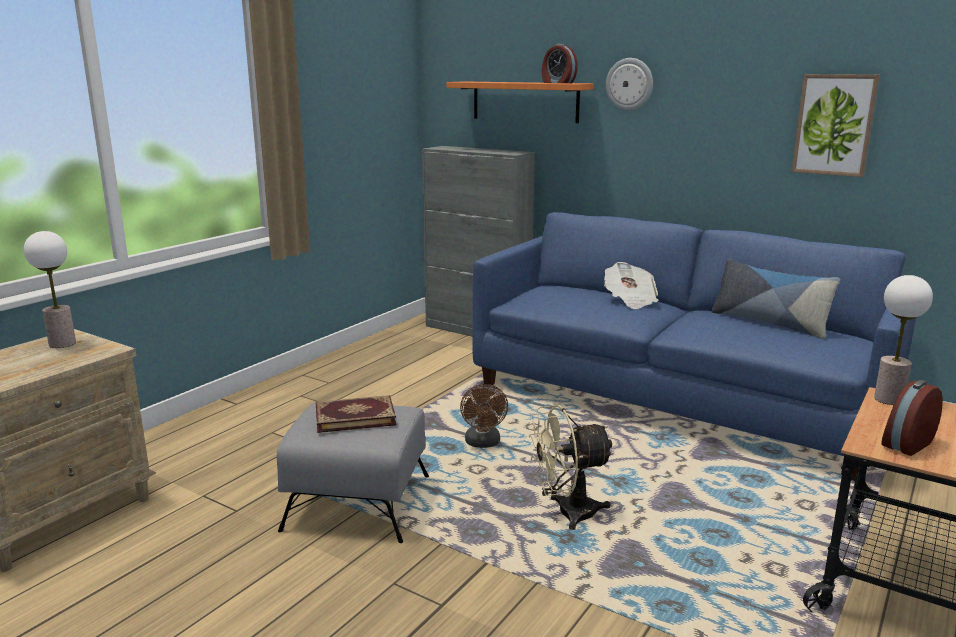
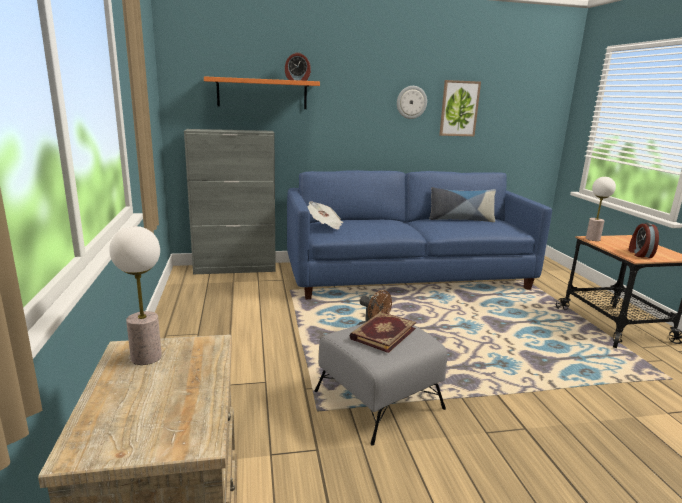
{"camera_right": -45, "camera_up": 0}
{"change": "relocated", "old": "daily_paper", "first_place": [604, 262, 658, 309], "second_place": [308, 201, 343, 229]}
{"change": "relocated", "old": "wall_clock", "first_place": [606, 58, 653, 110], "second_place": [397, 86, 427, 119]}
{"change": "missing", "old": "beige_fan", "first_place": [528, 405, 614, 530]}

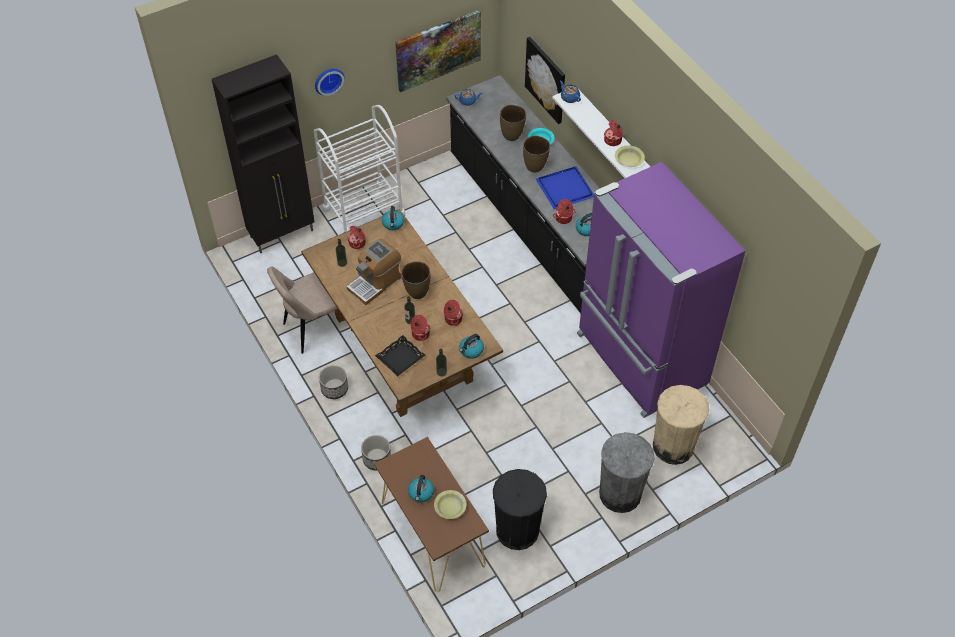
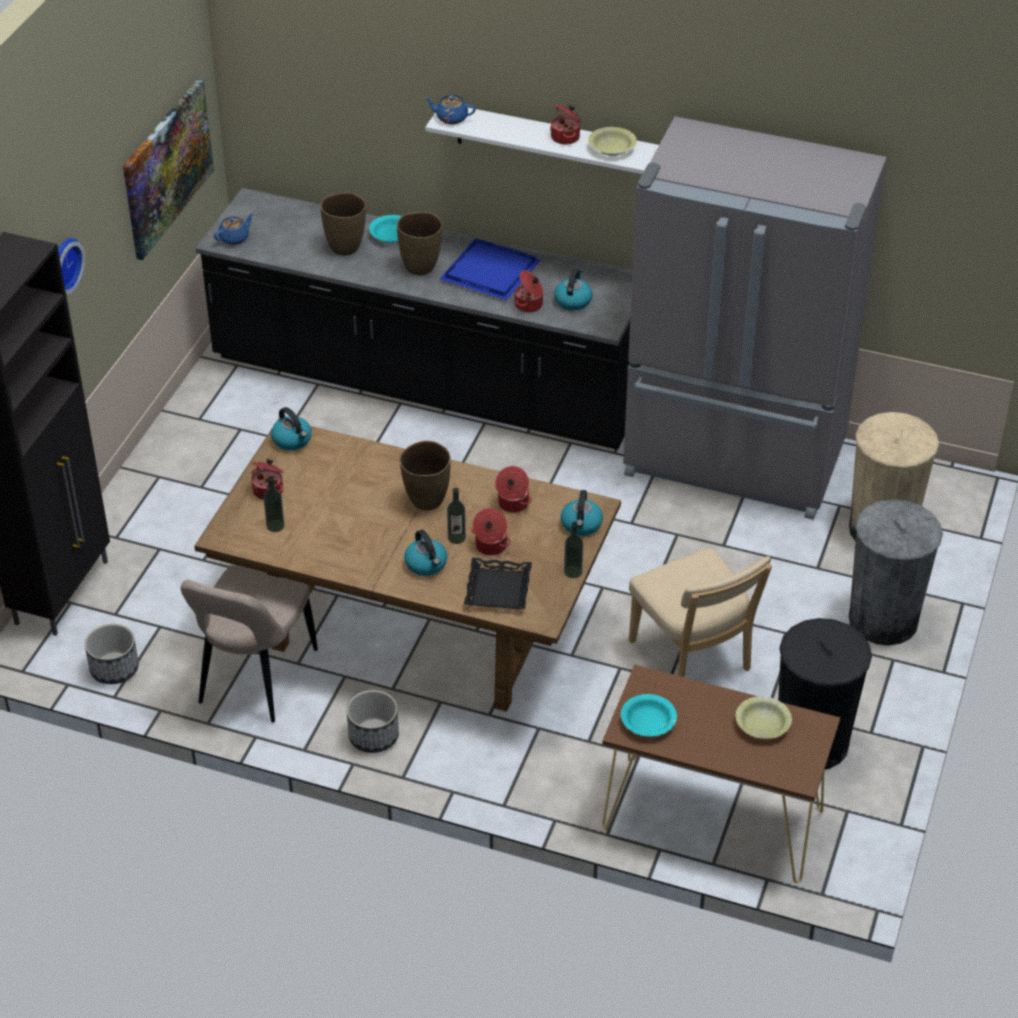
{"camera_right": -40, "camera_up": -10}
{"change": "relocated", "old": "plant_pot", "first_place": [361, 435, 391, 470], "second_place": [85, 624, 139, 684]}
{"change": "relocated", "old": "tea_kettle", "first_place": [408, 475, 434, 502], "second_place": [404, 530, 447, 576]}
{"change": "appeared", "new": "turquoise_bowl", "second_place": [621, 694, 677, 736]}
{"change": "colour", "old": "purplish_kitchen_fridge", "new": "greyish_kitchen_fridge", "first_place": [577, 162, 745, 418], "second_place": [623, 116, 887, 520]}
{"change": "appeared", "new": "beige_chair", "second_place": [629, 548, 772, 677]}
{"change": "missing", "old": "whitish_trolley", "first_place": [314, 105, 405, 233]}
{"change": "missing", "old": "coffee_maker", "first_place": [347, 238, 401, 305]}
{"change": "missing", "old": "picture", "first_place": [525, 37, 565, 124]}

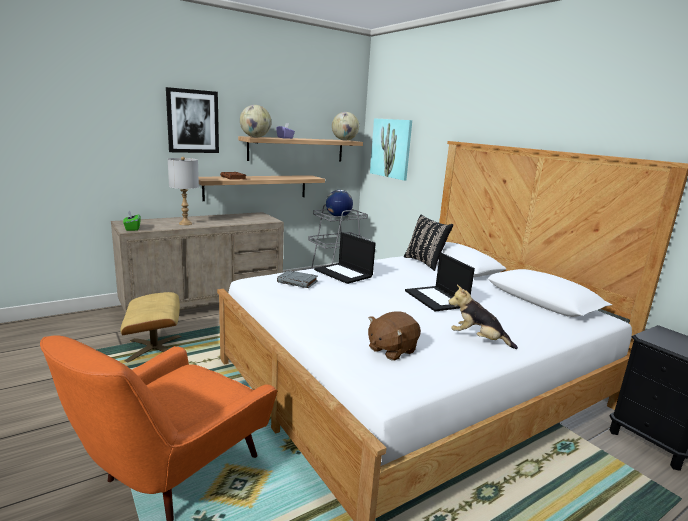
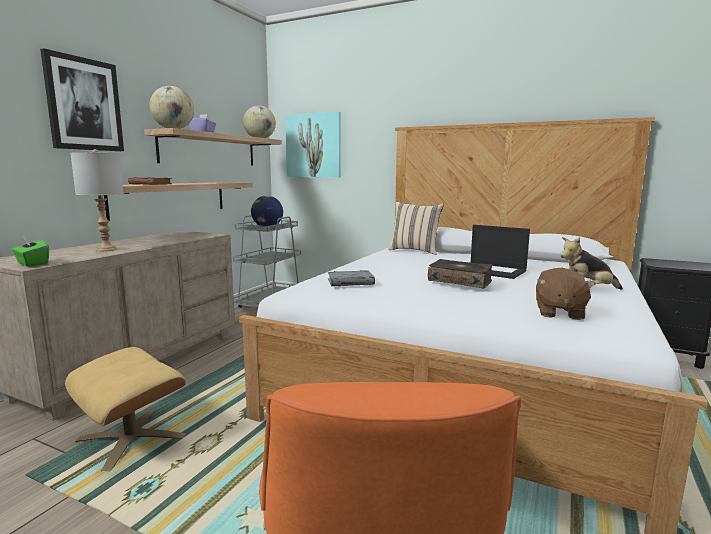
{"camera_right": -30, "camera_up": -5}
{"change": "colour", "old": "black-coloured_pillow", "new": "beige_pillow", "first_place": [404, 215, 453, 271], "second_place": [388, 202, 444, 255]}
{"change": "appeared", "new": "bound_book", "second_place": [428, 259, 493, 289]}
{"change": "missing", "old": "laptop", "first_place": [314, 232, 376, 284]}

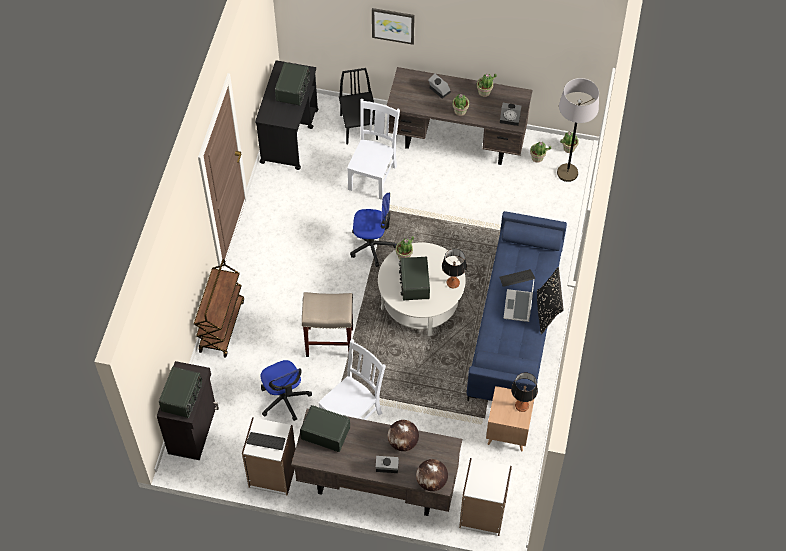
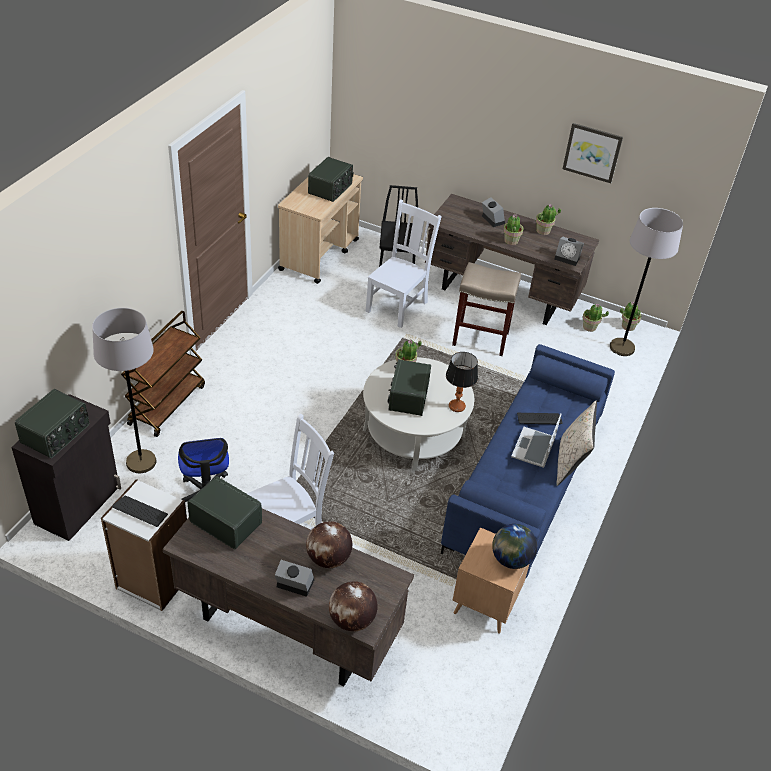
{"camera_right": 10, "camera_up": -15}
{"change": "appeared", "new": "greyish_floor_lamp", "second_place": [92, 308, 157, 473]}
{"change": "colour", "old": "black-coloured_trolley", "new": "beige_trolley", "first_place": [255, 60, 318, 170], "second_place": [278, 174, 363, 284]}
{"change": "relocated", "old": "beige_stool_seat", "first_place": [302, 292, 353, 357], "second_place": [452, 262, 521, 356]}
{"change": "exchanged", "old": "tabletop_lamp", "new": "world_globe", "first_place": [511, 373, 538, 412], "second_place": [492, 524, 537, 569]}
{"change": "colour", "old": "black-coloured_pillow", "new": "beige_pillow", "first_place": [537, 267, 564, 335], "second_place": [556, 401, 597, 486]}
{"change": "relocated", "old": "picture", "first_place": [372, 8, 414, 45], "second_place": [563, 123, 623, 183]}
{"change": "missing", "old": "desk_chair", "first_place": [350, 193, 397, 267]}
{"change": "missing", "old": "whitish_shelving_unit", "first_place": [459, 458, 512, 536]}

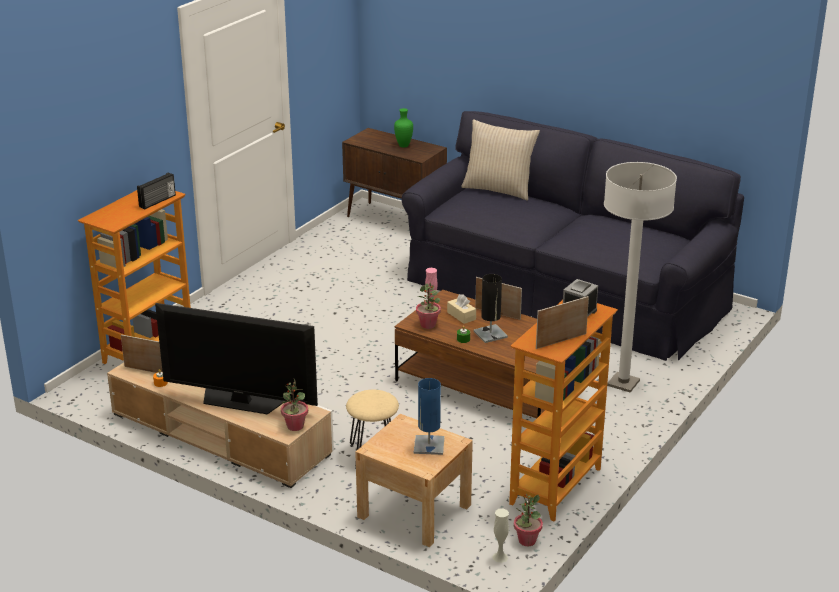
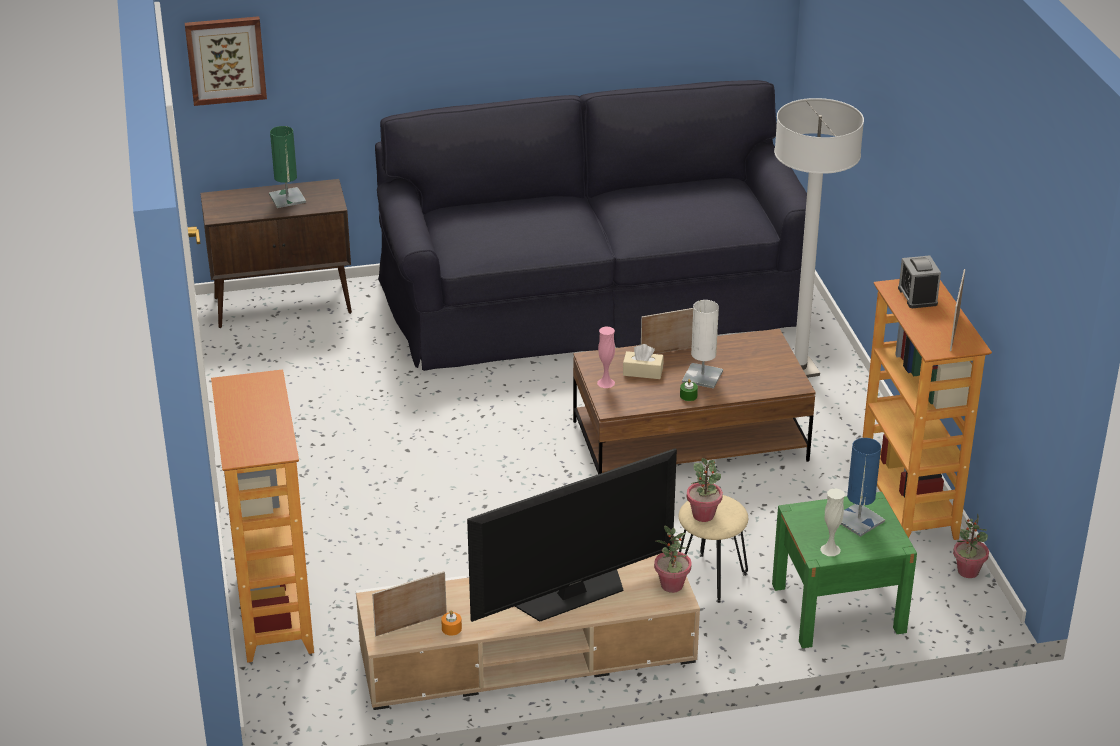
{"camera_right": -45, "camera_up": 5}
{"change": "appeared", "new": "picture", "second_place": [185, 16, 267, 106]}
{"change": "exchanged", "old": "green_flower_vase", "new": "green_tabletop_lamp", "first_place": [394, 108, 413, 148], "second_place": [269, 126, 306, 208]}
{"change": "colour", "old": "black-coloured_tabletop_lamp", "new": "whitish_tabletop_lamp", "first_place": [473, 274, 508, 343], "second_place": [682, 300, 723, 389]}
{"change": "relocated", "old": "plant_in_a_pot", "first_place": [416, 283, 441, 329], "second_place": [687, 458, 723, 522]}
{"change": "colour", "old": "beige_night_table", "new": "green_night_table", "first_place": [355, 414, 473, 547], "second_place": [772, 492, 917, 648]}
{"change": "relocated", "old": "whitish_flower_vase", "first_place": [492, 509, 509, 563], "second_place": [820, 488, 845, 556]}
{"change": "missing", "old": "radio_receiver", "first_place": [137, 173, 176, 209]}
{"change": "missing", "old": "beige_pillow", "first_place": [461, 120, 540, 200]}

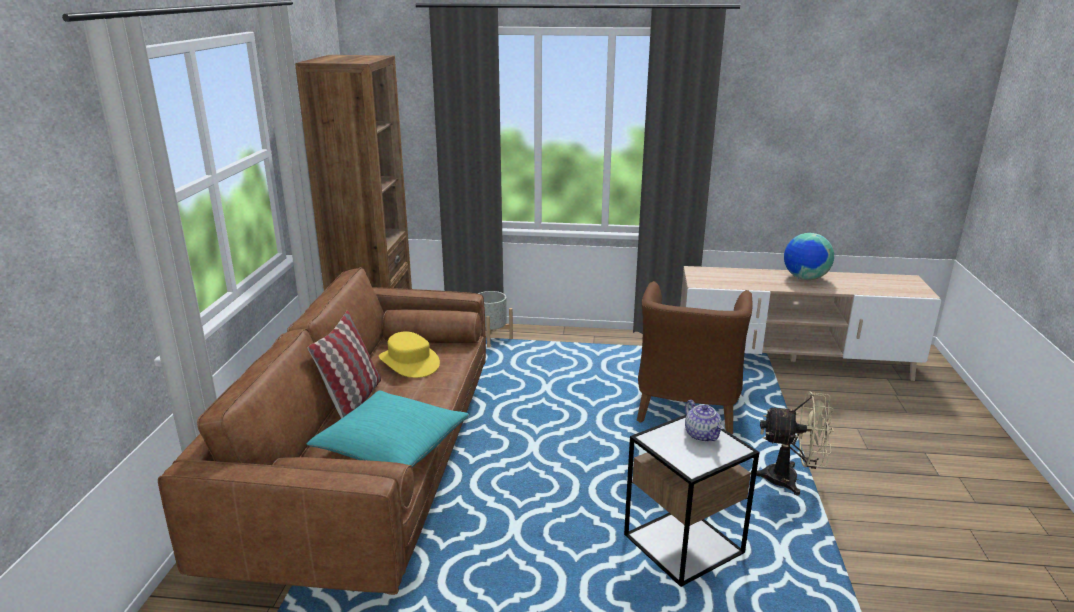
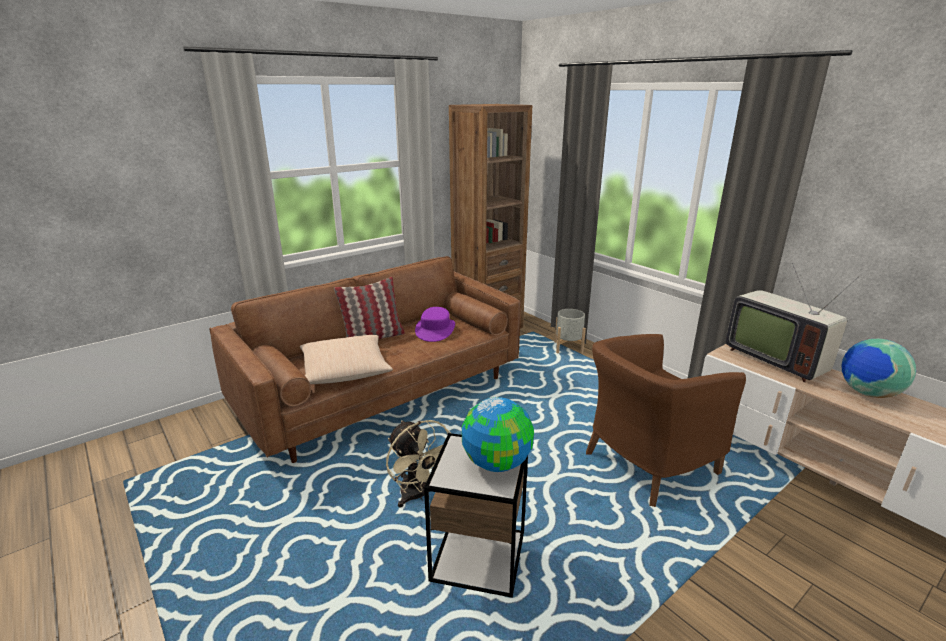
{"camera_right": 45, "camera_up": 0}
{"change": "colour", "old": "turquoise_pillow", "new": "beige_pillow", "first_place": [306, 390, 469, 467], "second_place": [300, 335, 393, 384]}
{"change": "relocated", "old": "beige_fan", "first_place": [751, 391, 834, 495], "second_place": [386, 420, 451, 508]}
{"change": "colour", "old": "yellow-coloured_hat", "new": "purplish_hat", "first_place": [379, 331, 440, 378], "second_place": [415, 307, 455, 342]}
{"change": "exchanged", "old": "teapot", "new": "world_globe", "first_place": [685, 400, 724, 442], "second_place": [462, 397, 534, 472]}
{"change": "appeared", "new": "TV", "second_place": [726, 263, 859, 382]}

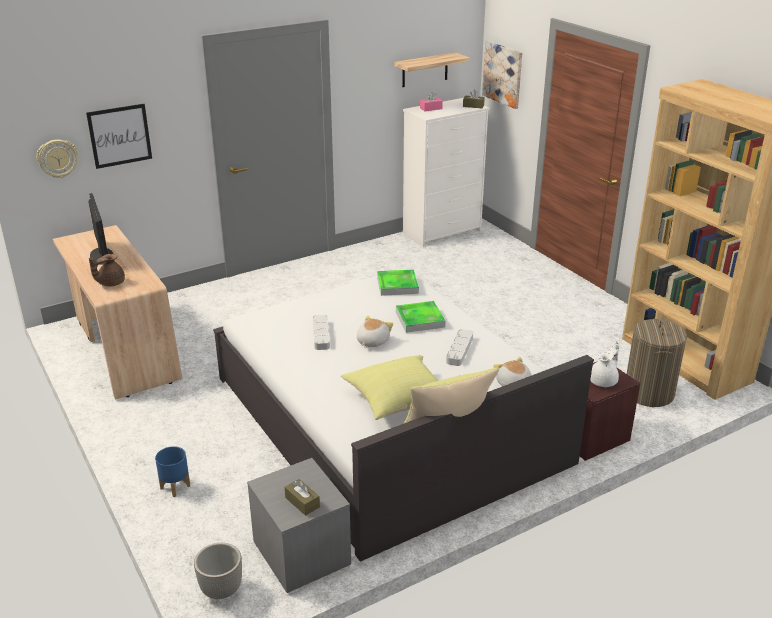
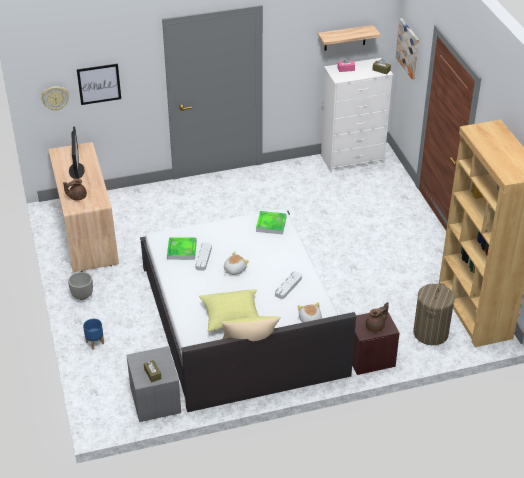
{"camera_right": 15, "camera_up": 10}
{"change": "relocated", "old": "plant_pot", "first_place": [194, 543, 242, 599], "second_place": [68, 272, 93, 300]}
{"change": "relocated", "old": "tray", "first_place": [396, 301, 446, 333], "second_place": [167, 237, 197, 260]}
{"change": "colour", "old": "whitish_teapot", "new": "brownish_teapot", "first_place": [590, 340, 620, 387], "second_place": [366, 302, 389, 332]}

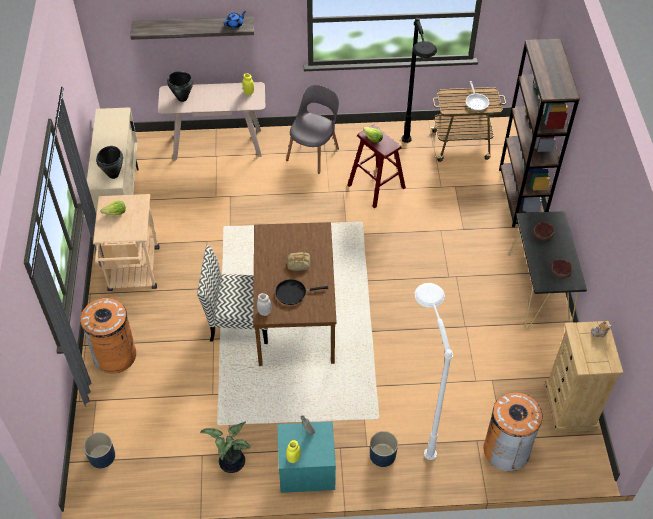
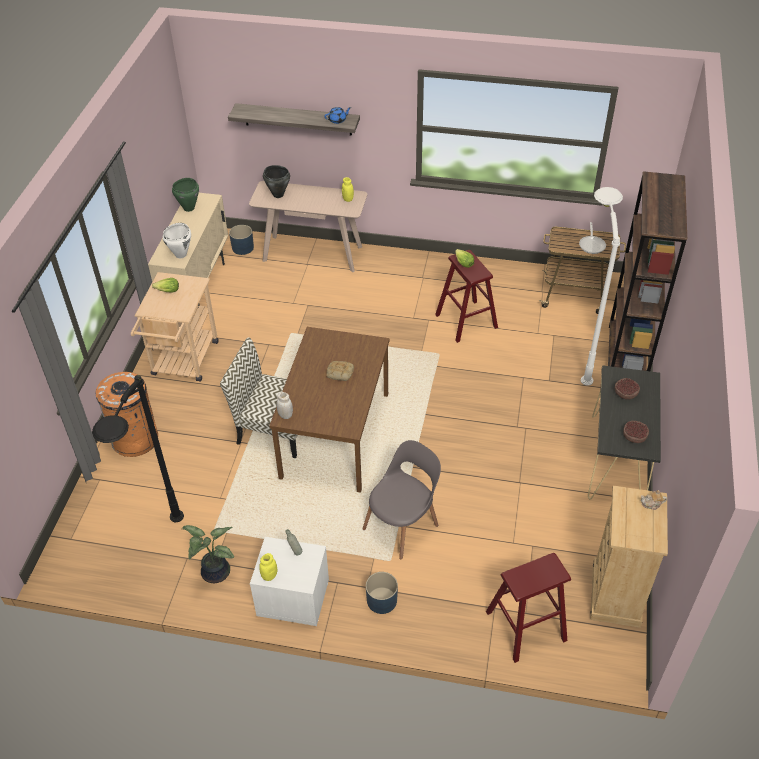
{"camera_right": 15, "camera_up": -5}
{"change": "relocated", "old": "black-coloured_floor_lamp", "first_place": [402, 18, 437, 143], "second_place": [92, 375, 184, 522]}
{"change": "colour", "old": "black-coloured_stockpot", "new": "whitish_stockpot", "first_place": [96, 146, 123, 179], "second_place": [163, 223, 191, 258]}
{"change": "appeared", "new": "green_stockpot", "second_place": [172, 178, 199, 212]}
{"change": "relocated", "old": "blue_plant_pot", "first_place": [84, 433, 115, 468], "second_place": [229, 225, 254, 255]}
{"change": "colour", "old": "turquoise_night_table", "new": "whitish_night_table", "first_place": [277, 421, 336, 493], "second_place": [250, 537, 329, 626]}
{"change": "relocated", "old": "greyish_chair", "first_place": [286, 85, 339, 174], "second_place": [362, 440, 441, 559]}
{"change": "exchanged", "old": "orange_rubbish_bin", "new": "red_stool_seat", "first_place": [484, 392, 544, 471], "second_place": [486, 553, 571, 663]}
{"change": "relocated", "old": "whitish_floor_lamp", "first_place": [414, 283, 453, 460], "second_place": [581, 187, 623, 386]}
{"change": "missing", "old": "black-coloured_skillet", "first_place": [275, 279, 328, 305]}

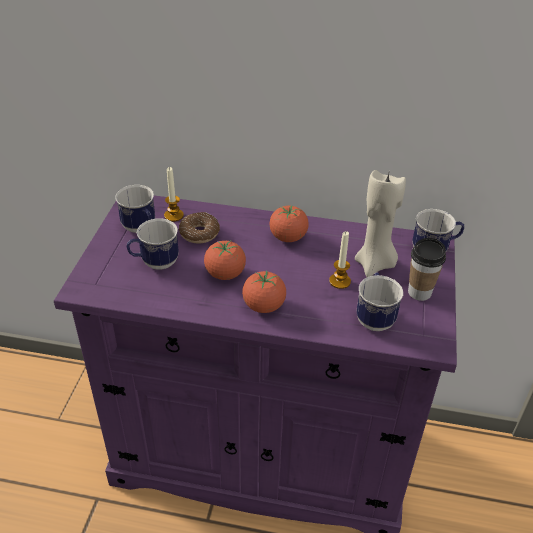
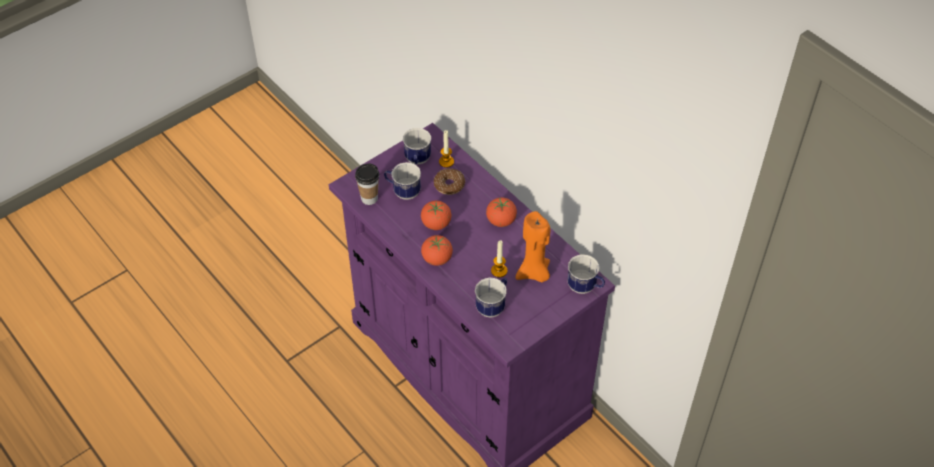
{"camera_right": 40, "camera_up": 10}
{"change": "relocated", "old": "drinking_cup", "first_place": [408, 238, 446, 301], "second_place": [355, 164, 379, 205]}
{"change": "colour", "old": "beige_candle", "new": "orange_candle", "first_place": [355, 170, 406, 277], "second_place": [516, 211, 550, 282]}

